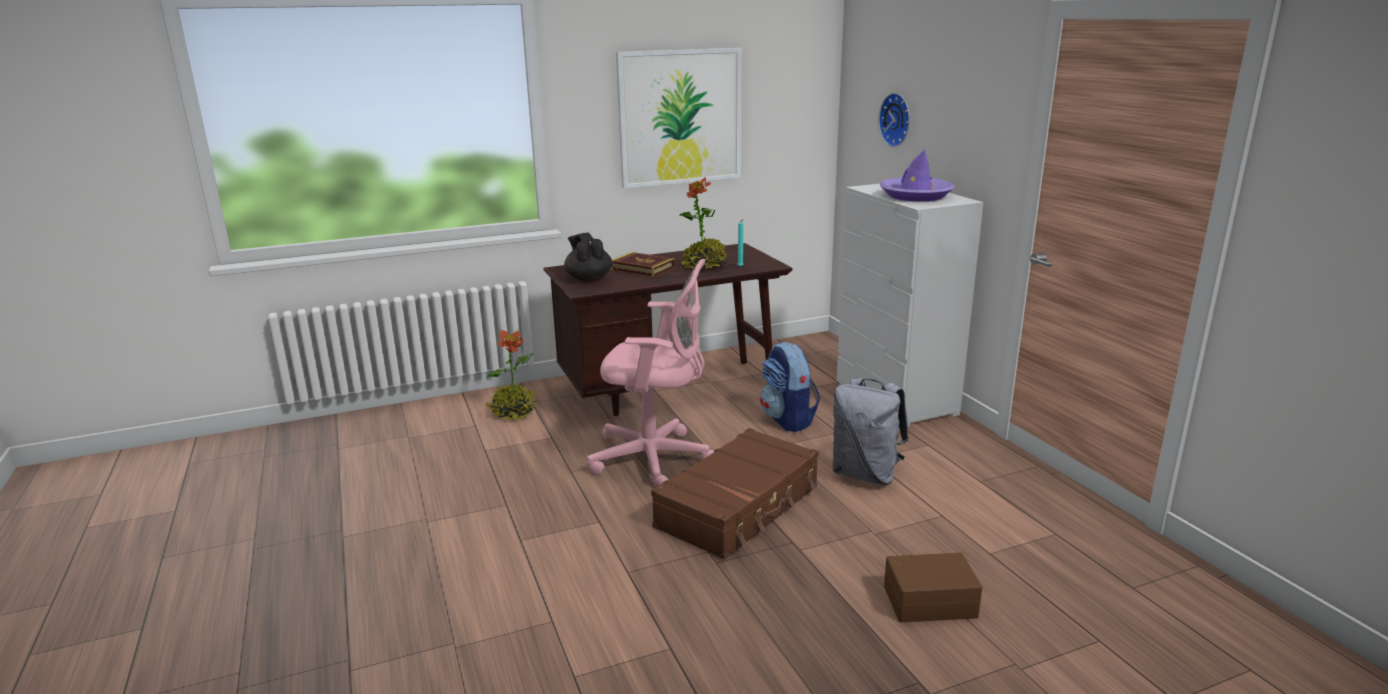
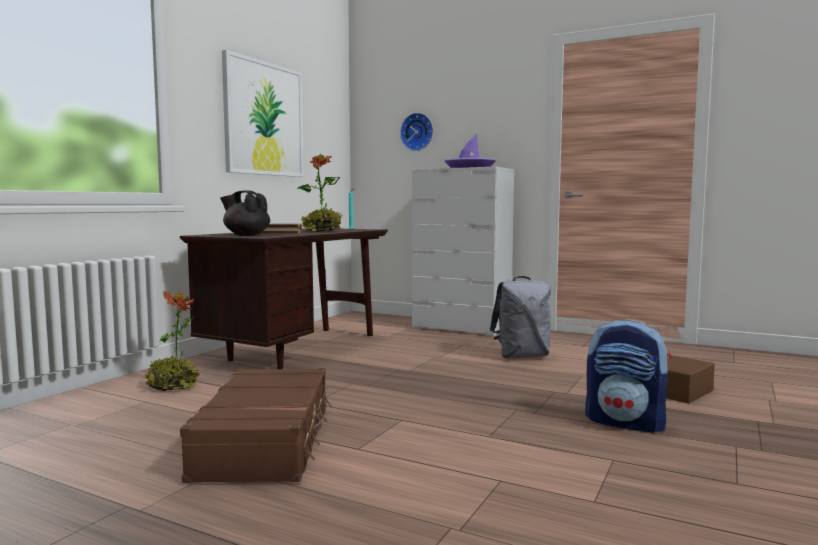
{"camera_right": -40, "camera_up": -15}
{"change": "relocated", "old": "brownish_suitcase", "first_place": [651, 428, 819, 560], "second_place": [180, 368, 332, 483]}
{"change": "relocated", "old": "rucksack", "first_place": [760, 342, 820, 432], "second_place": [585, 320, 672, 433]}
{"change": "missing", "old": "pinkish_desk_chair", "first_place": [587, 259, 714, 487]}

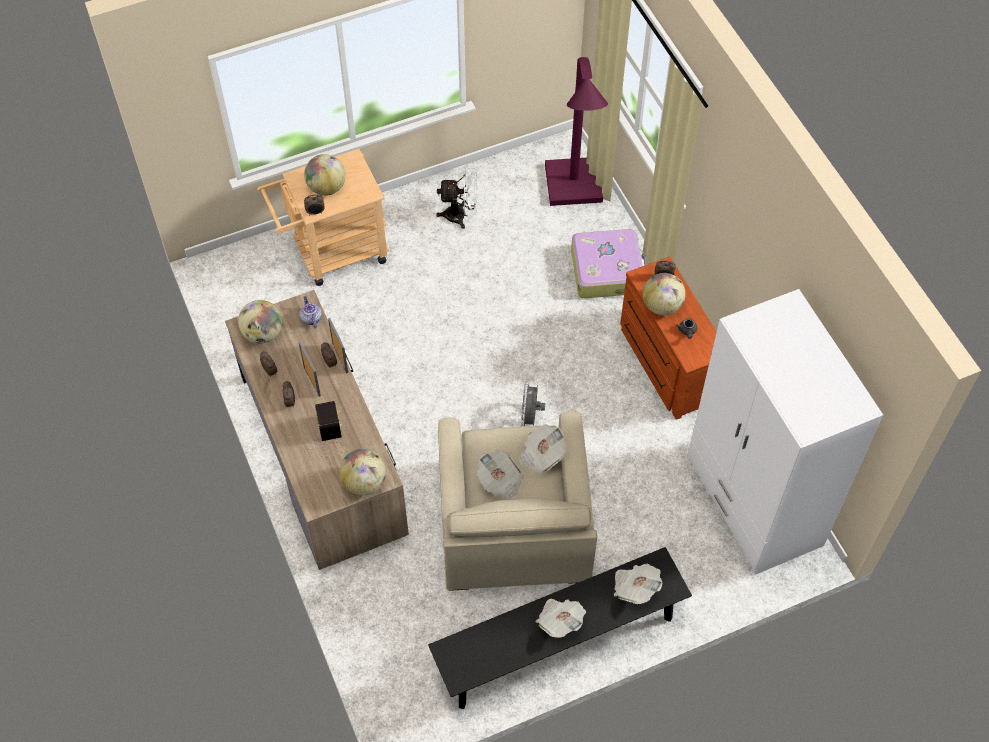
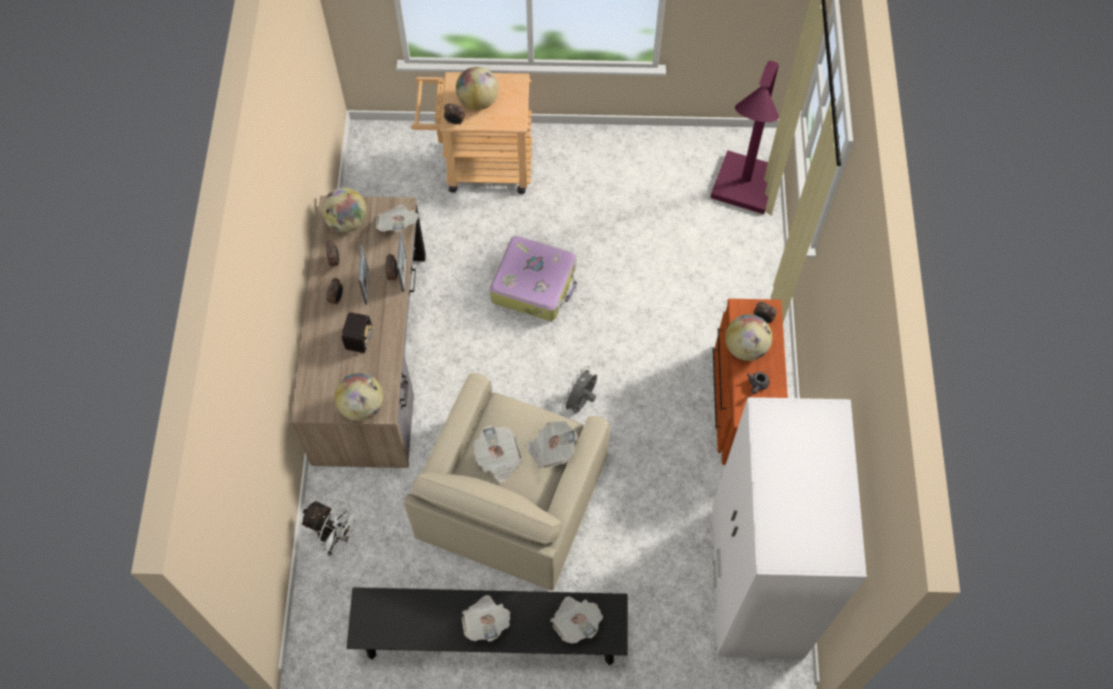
{"camera_right": 25, "camera_up": 5}
{"change": "relocated", "old": "whitish_fan", "first_place": [436, 167, 477, 229], "second_place": [300, 498, 359, 556]}
{"change": "exchanged", "old": "teapot", "new": "daily_paper", "first_place": [300, 296, 322, 328], "second_place": [375, 204, 419, 232]}
{"change": "relocated", "old": "suitcase", "first_place": [571, 229, 647, 298], "second_place": [490, 236, 577, 321]}

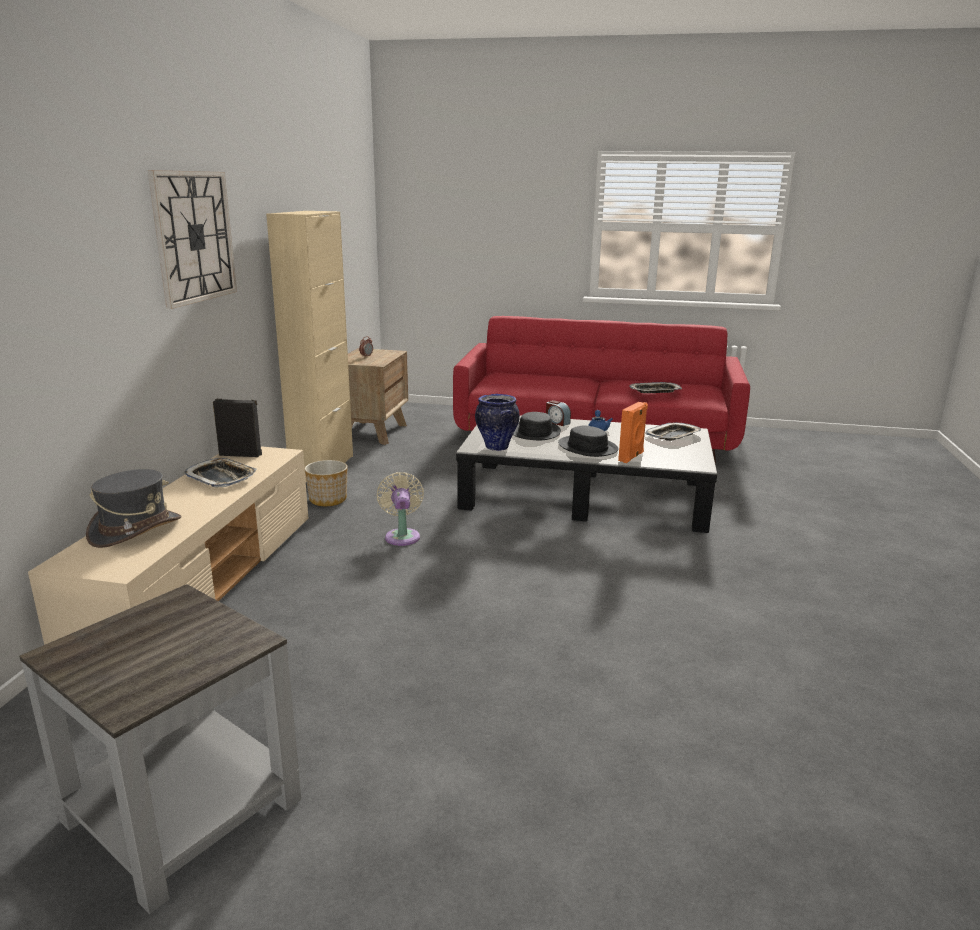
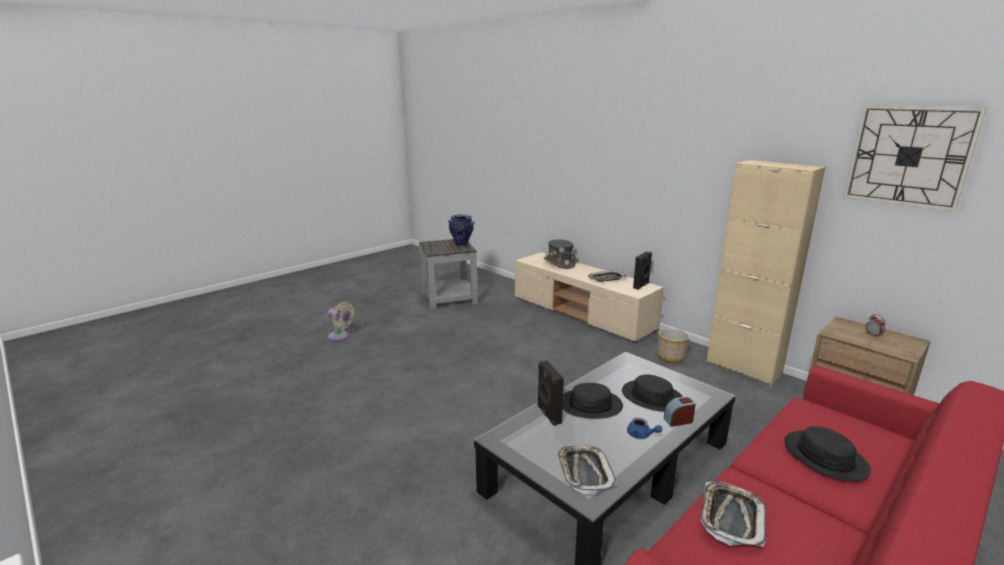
{"camera_right": 125, "camera_up": 0}
{"change": "relocated", "old": "beige_fan", "first_place": [377, 472, 424, 546], "second_place": [328, 302, 354, 341]}
{"change": "relocated", "old": "flower_vase", "first_place": [475, 394, 520, 451], "second_place": [448, 215, 475, 246]}
{"change": "colour", "old": "orange_audio_speaker", "new": "black-coloured_audio_speaker", "first_place": [618, 402, 648, 463], "second_place": [537, 361, 564, 426]}
{"change": "appeared", "new": "black-coloured_hat", "second_place": [784, 426, 871, 481]}
{"change": "relocated", "old": "wall_clock", "first_place": [148, 170, 237, 309], "second_place": [843, 105, 987, 212]}

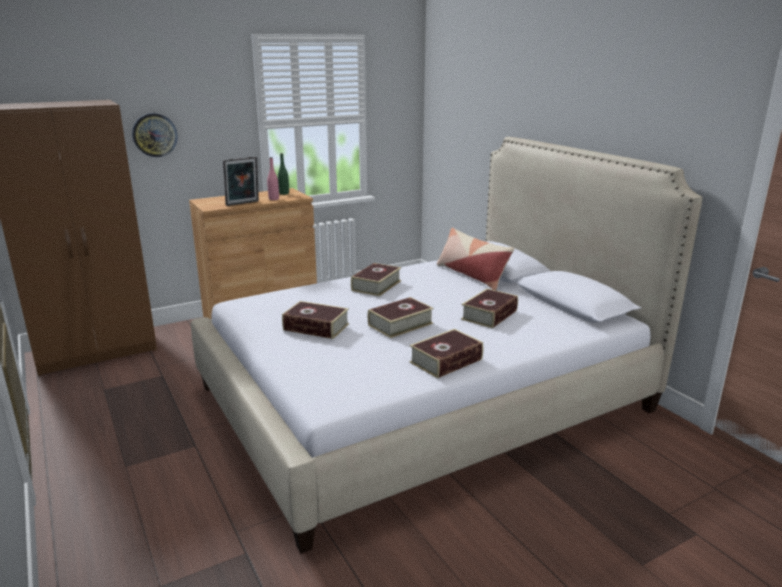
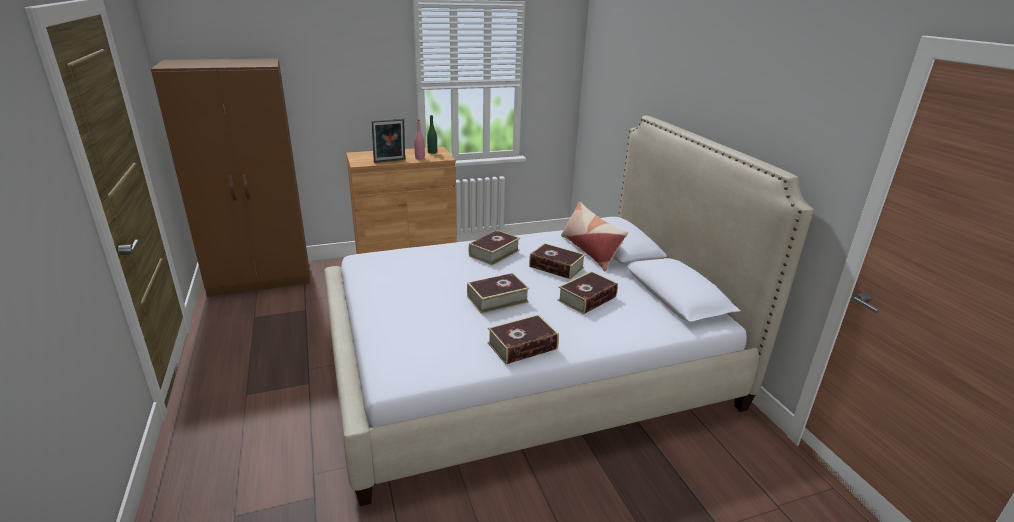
{"camera_right": 10, "camera_up": 5}
{"change": "relocated", "old": "bound_book", "first_place": [282, 301, 349, 339], "second_place": [529, 243, 586, 279]}
{"change": "missing", "old": "wall_clock", "first_place": [132, 113, 178, 157]}

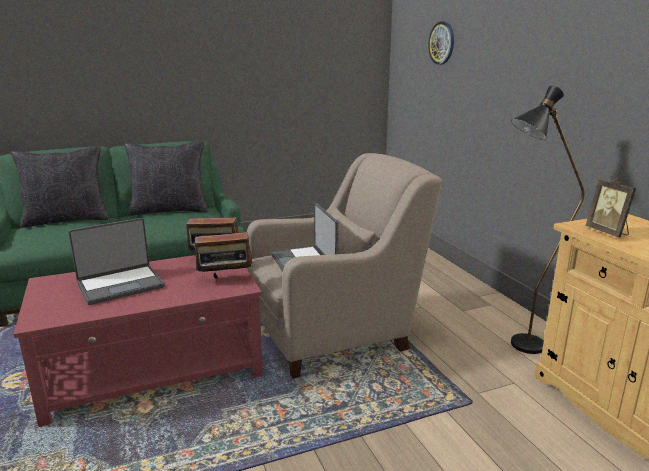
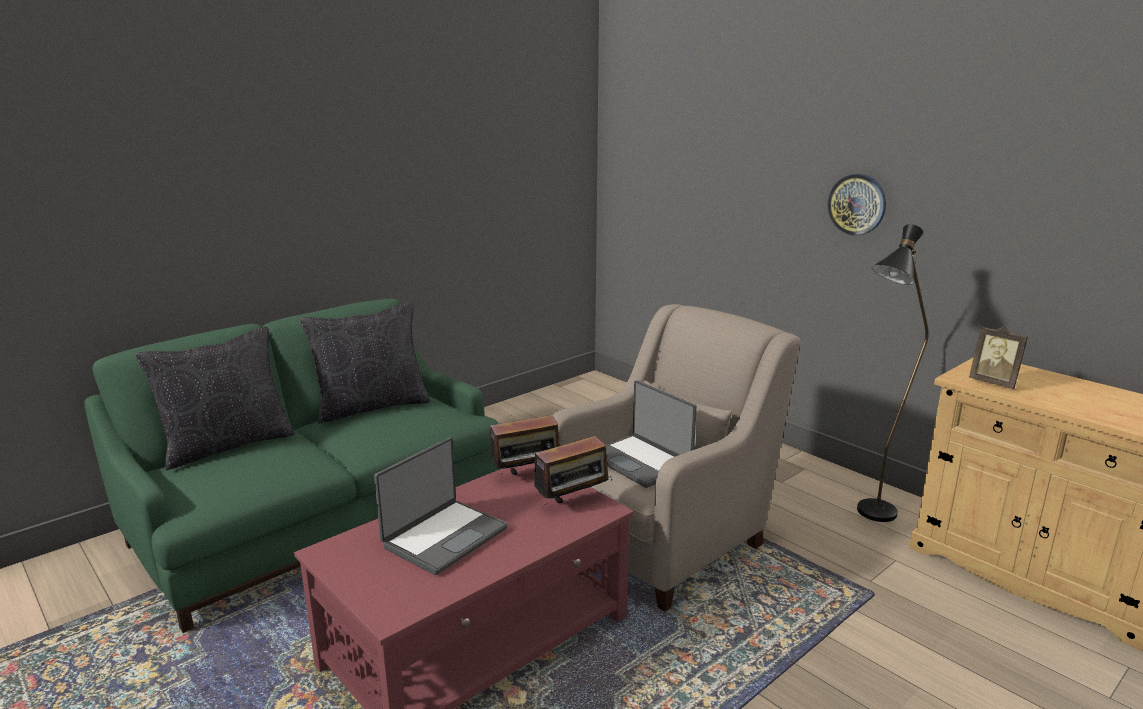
{"camera_right": -20, "camera_up": 0}
{"change": "relocated", "old": "wall_clock", "first_place": [428, 21, 454, 65], "second_place": [827, 174, 886, 236]}

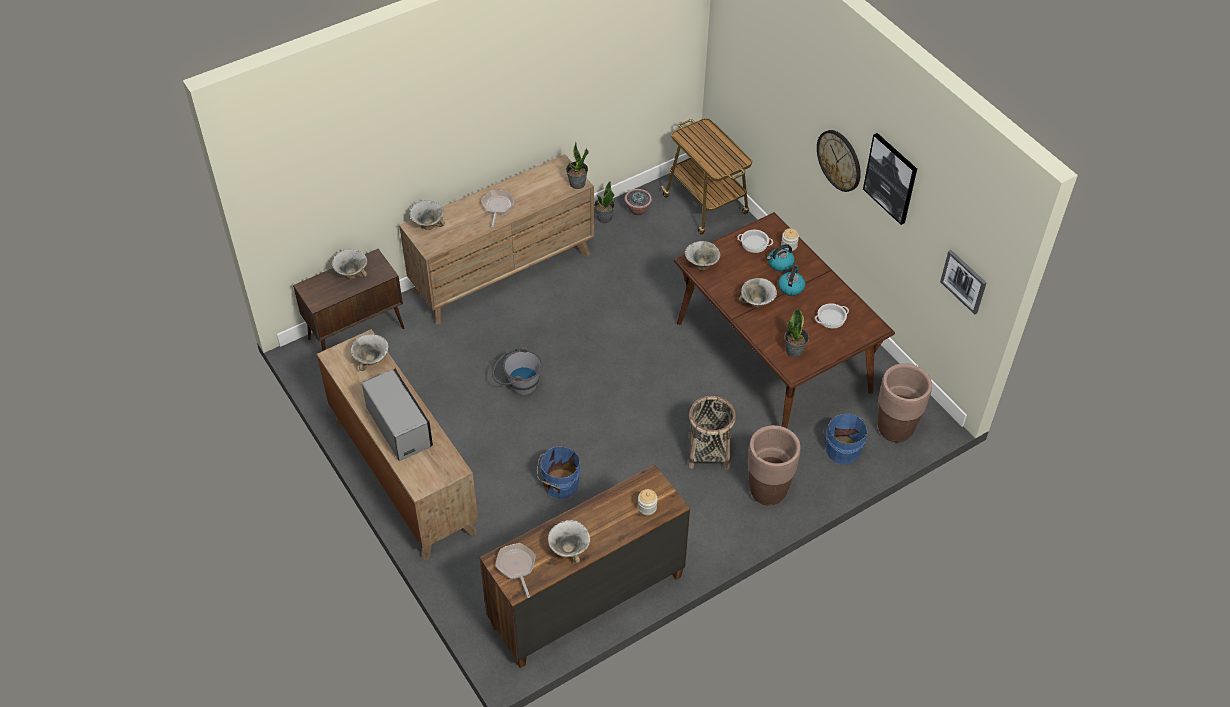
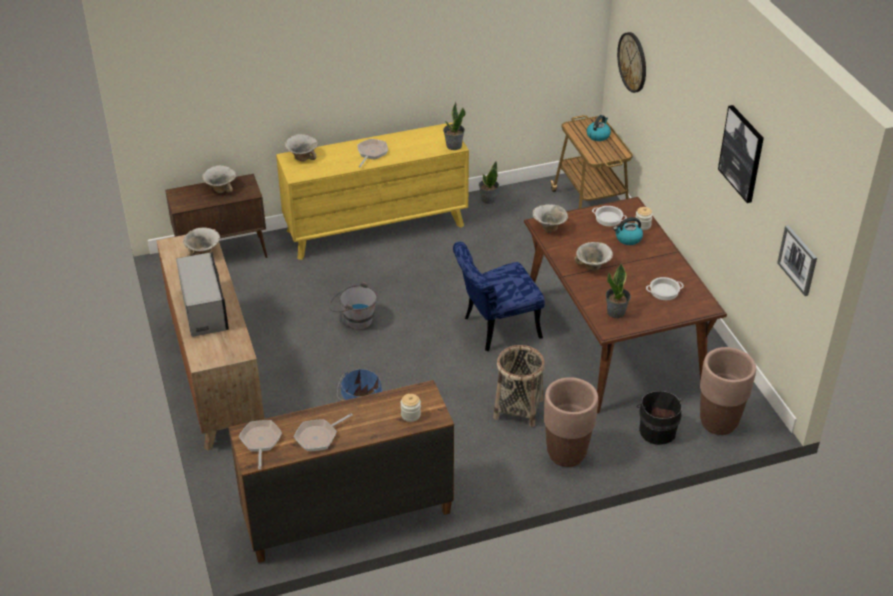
{"camera_right": 15, "camera_up": -10}
{"change": "colour", "old": "brownish_drawer_chest", "new": "yellow-coloured_drawer_chest", "first_place": [399, 154, 594, 324], "second_place": [276, 122, 469, 260]}
{"change": "exchanged", "old": "bowl", "new": "skillet", "first_place": [548, 520, 590, 563], "second_place": [294, 413, 352, 451]}
{"change": "appeared", "new": "blue_chair", "second_place": [453, 241, 545, 351]}
{"change": "relocated", "old": "tea_kettle", "first_place": [778, 265, 805, 296], "second_place": [587, 115, 611, 141]}
{"change": "relocated", "old": "wall_clock", "first_place": [817, 130, 861, 192], "second_place": [617, 32, 646, 93]}
{"change": "colour", "old": "blue_bucket", "new": "black-coloured_bucket", "first_place": [823, 414, 867, 464], "second_place": [636, 391, 682, 445]}
{"change": "missing", "old": "plant_in_a_pot", "first_place": [625, 189, 652, 215]}

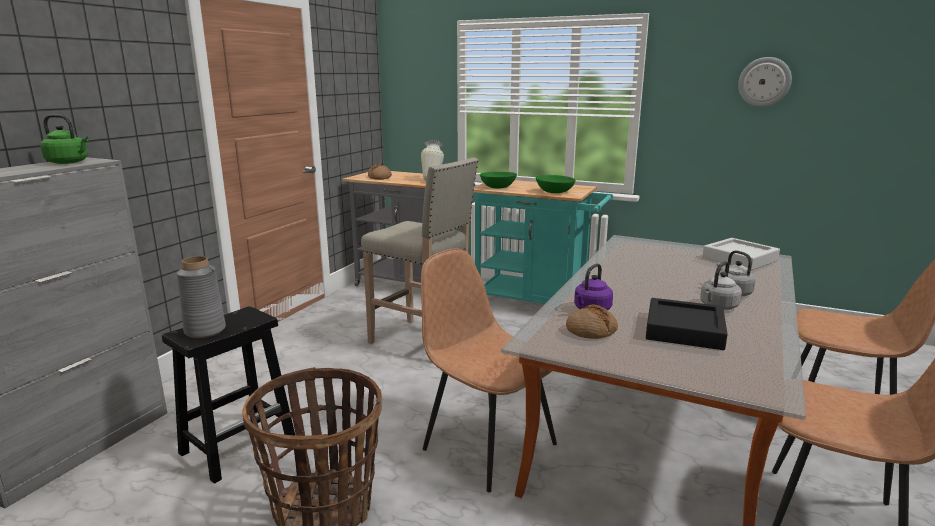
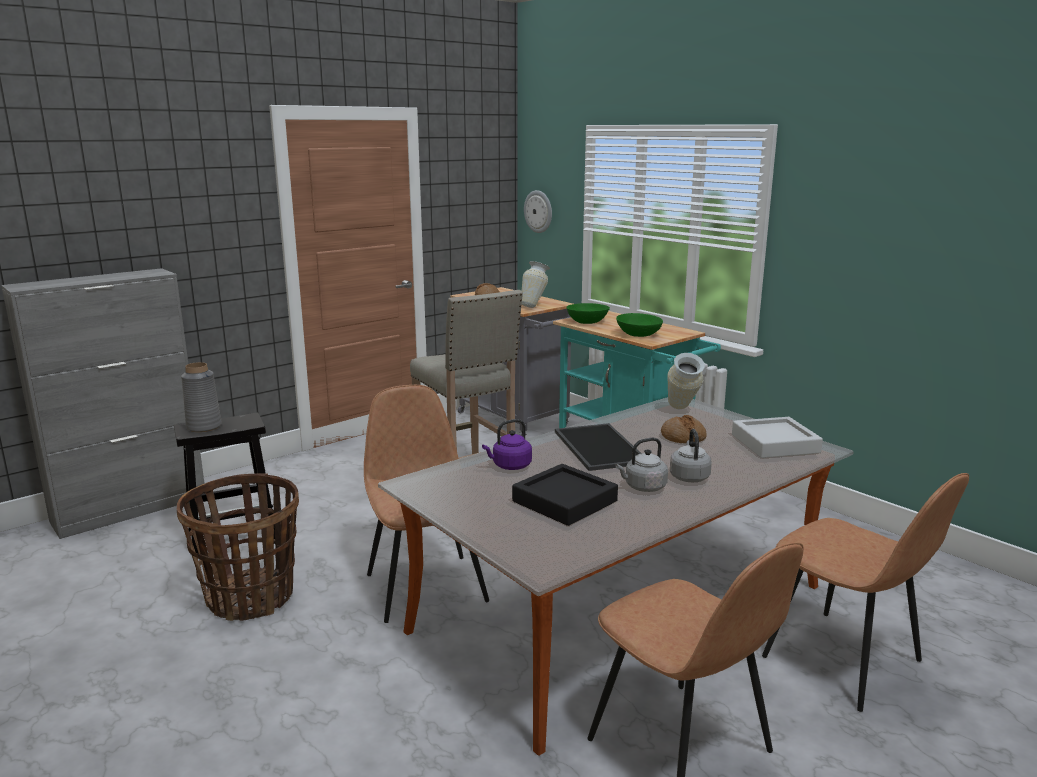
{"camera_right": 25, "camera_up": 0}
{"change": "relocated", "old": "wall_clock", "first_place": [738, 57, 792, 107], "second_place": [524, 190, 552, 233]}
{"change": "appeared", "new": "tray", "second_place": [555, 423, 642, 471]}
{"change": "relocated", "old": "bakery_bread", "first_place": [566, 304, 618, 339], "second_place": [661, 415, 707, 443]}
{"change": "appeared", "new": "flower_vase", "second_place": [667, 353, 705, 409]}
{"change": "missing", "old": "green_tea_kettle", "first_place": [40, 114, 89, 164]}

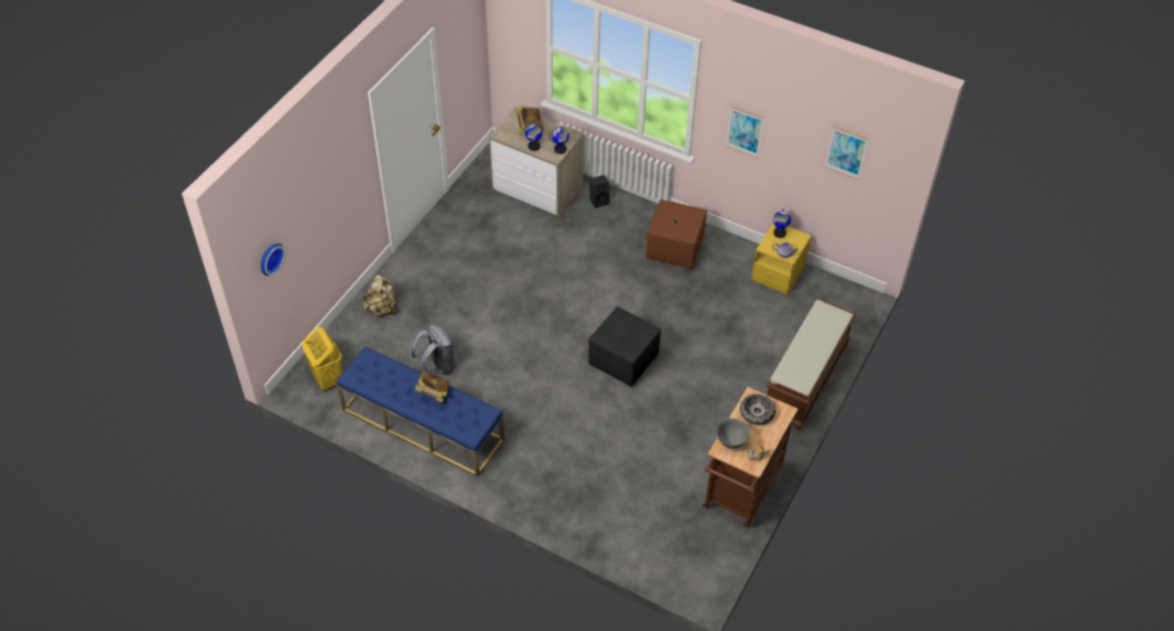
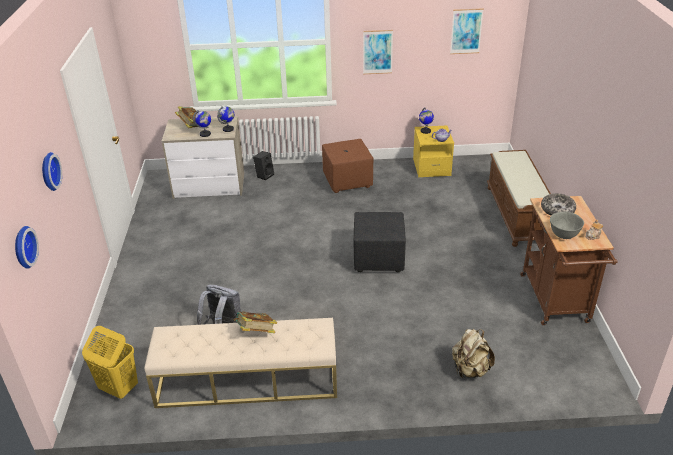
{"camera_right": -30, "camera_up": -15}
{"change": "appeared", "new": "wall_clock", "second_place": [42, 152, 62, 191]}
{"change": "colour", "old": "blue_long_seat", "new": "beige_long_seat", "first_place": [336, 346, 505, 477], "second_place": [144, 318, 337, 408]}
{"change": "relocated", "old": "beige_rucksack", "first_place": [363, 275, 397, 316], "second_place": [452, 329, 495, 378]}

